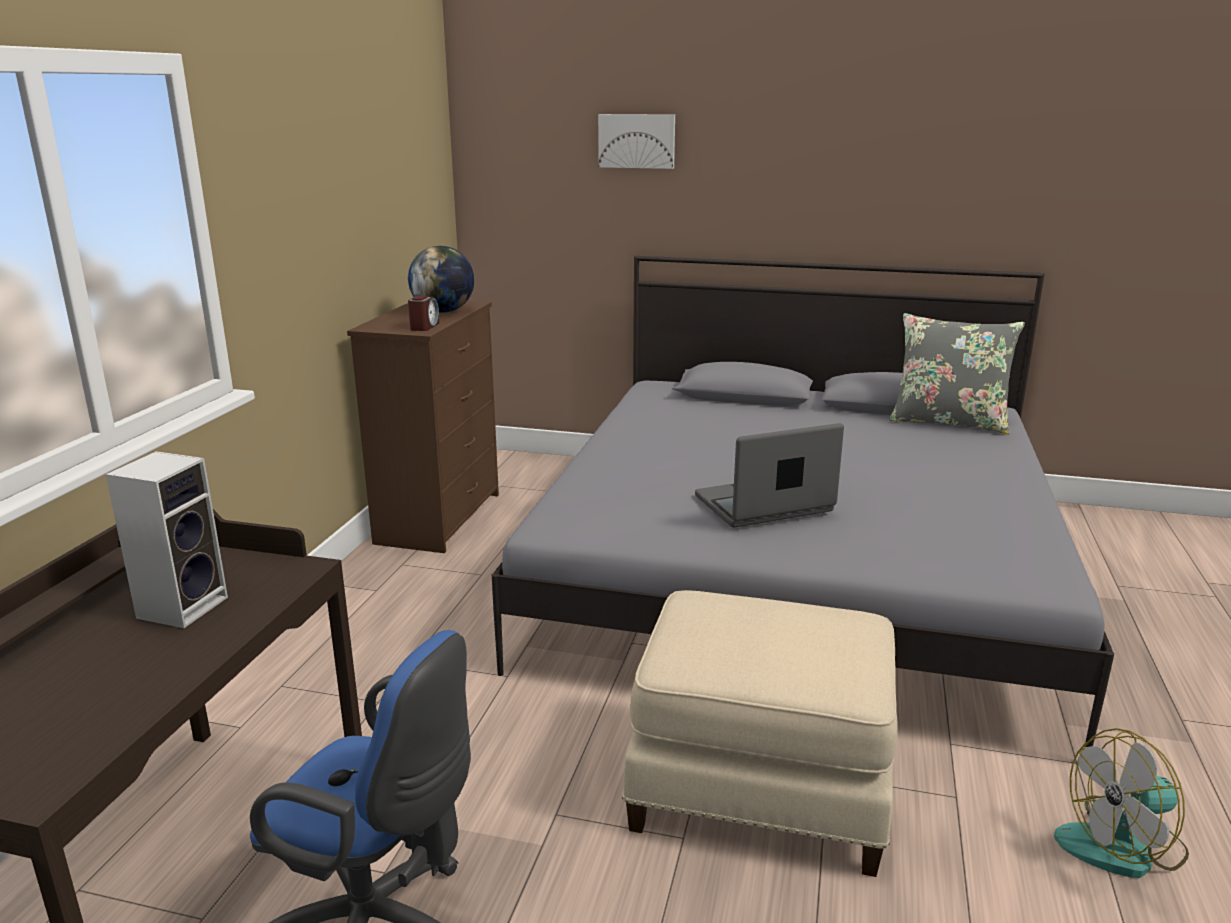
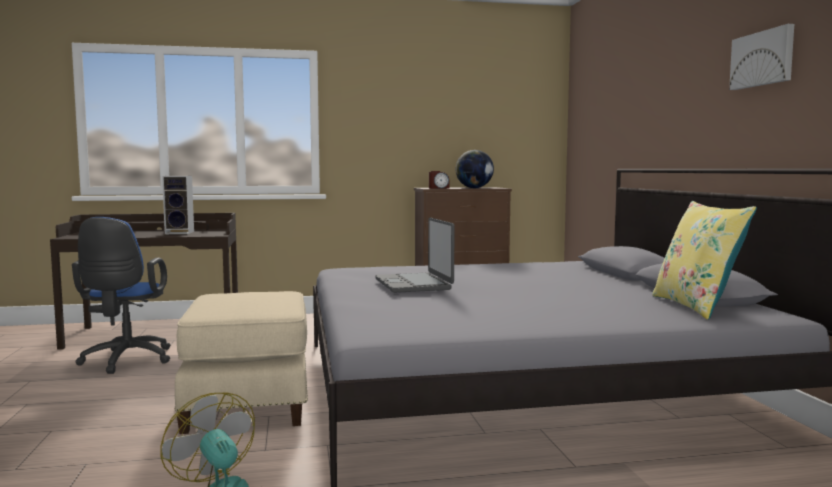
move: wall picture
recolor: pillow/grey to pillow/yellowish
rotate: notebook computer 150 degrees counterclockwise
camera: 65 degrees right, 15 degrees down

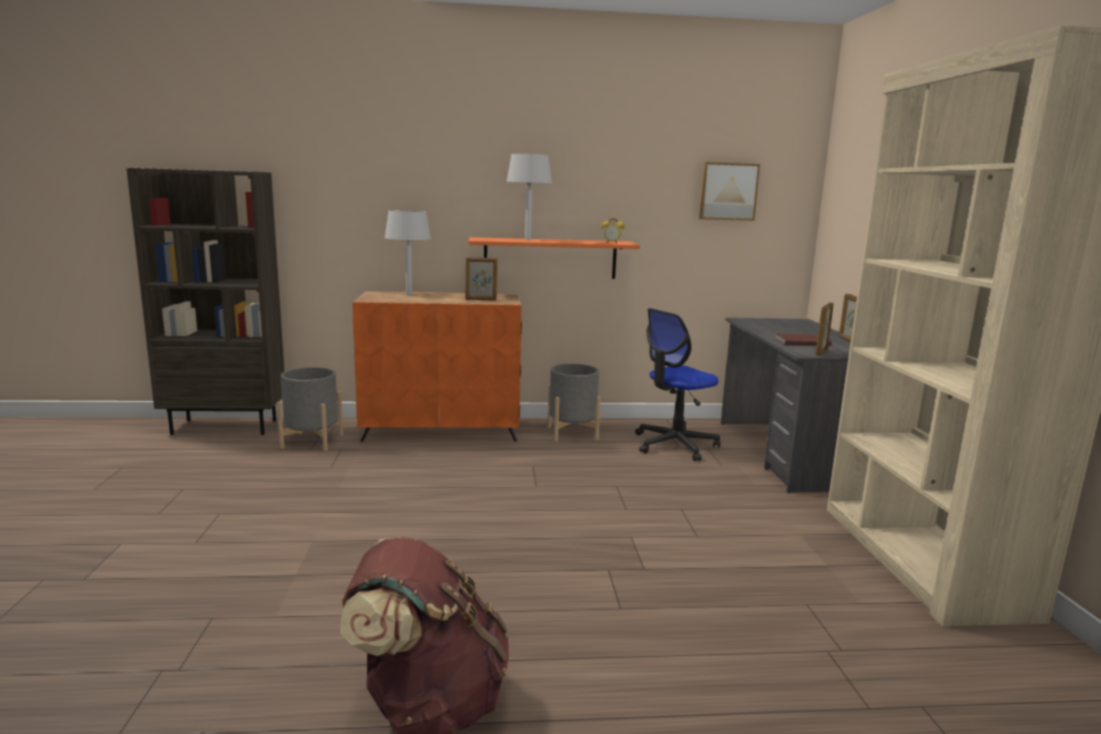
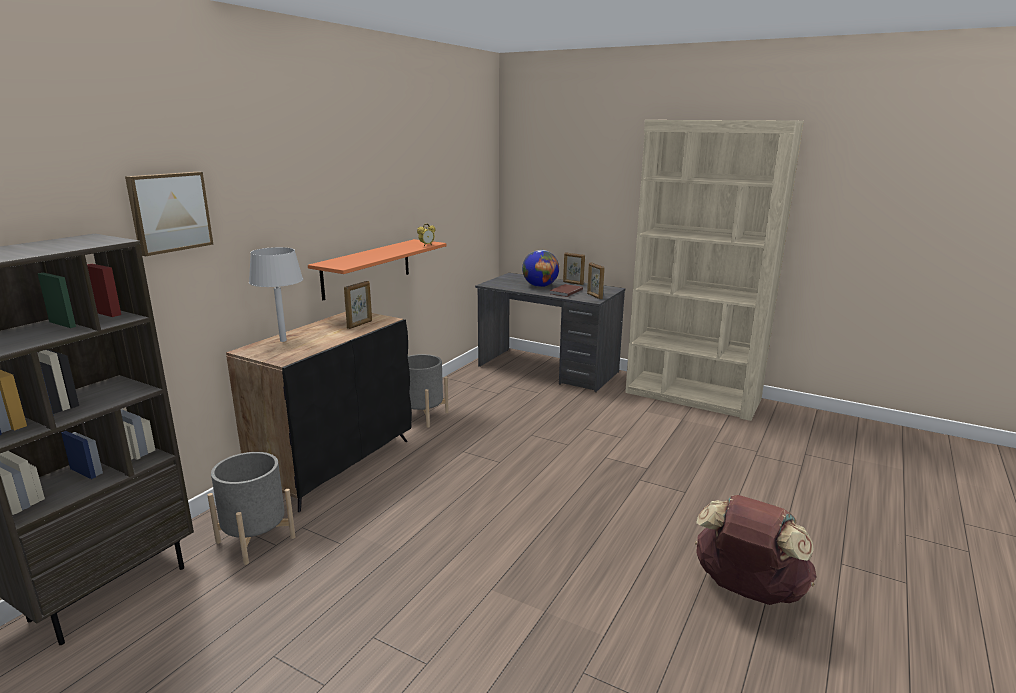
delete: table lamp/grey (2nd from left); office chair
insert: desk globe
move: wall picture
recolor: cabinet/orangey to cabinet/blackish
camera: 55 degrees left, 5 degrees up

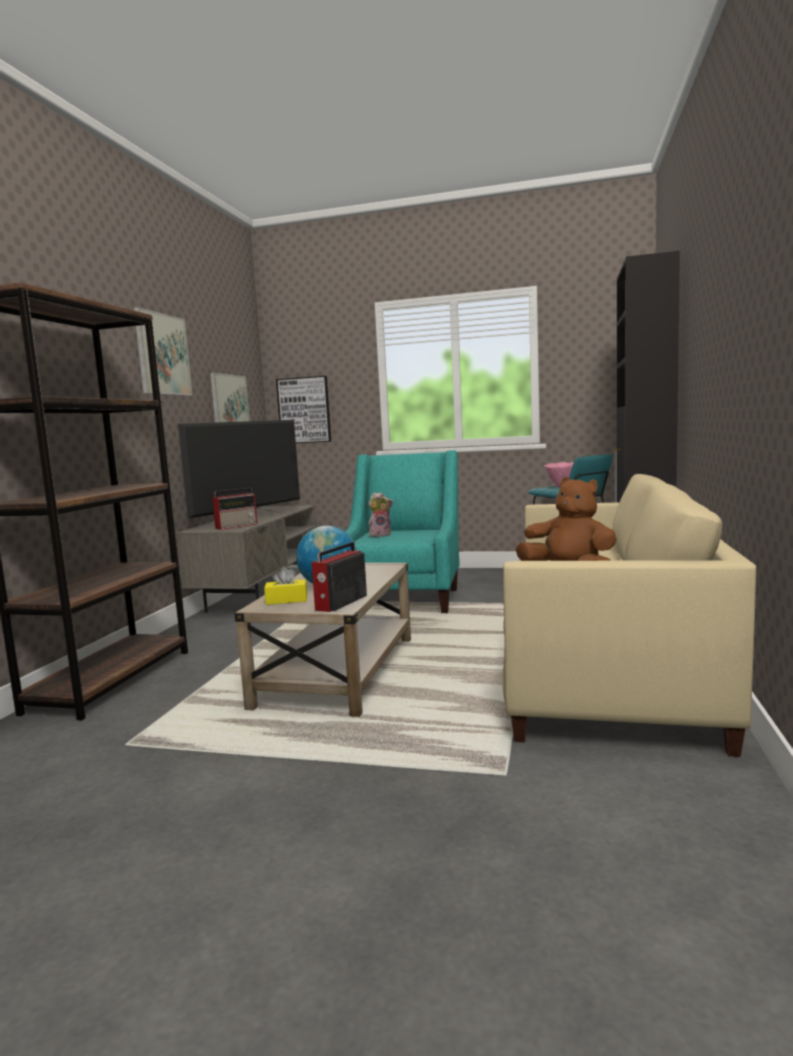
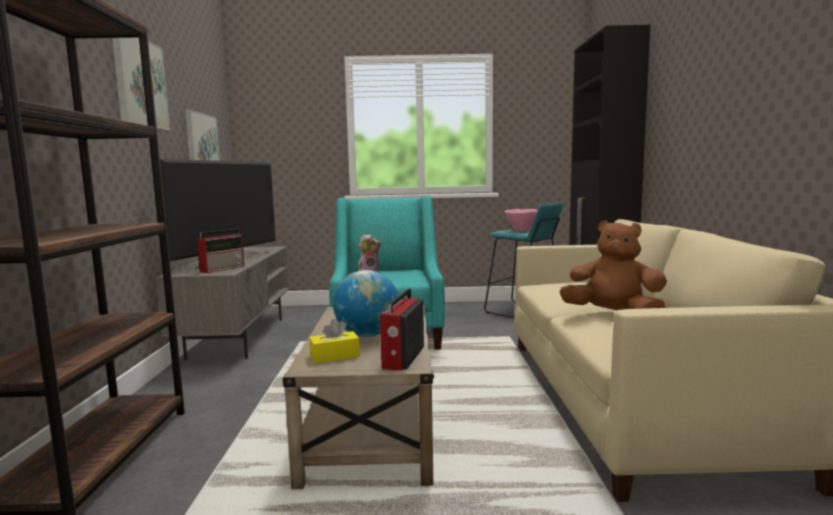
delete: wall picture (3rd from left)
camera: 15 degrees left, 0 degrees up

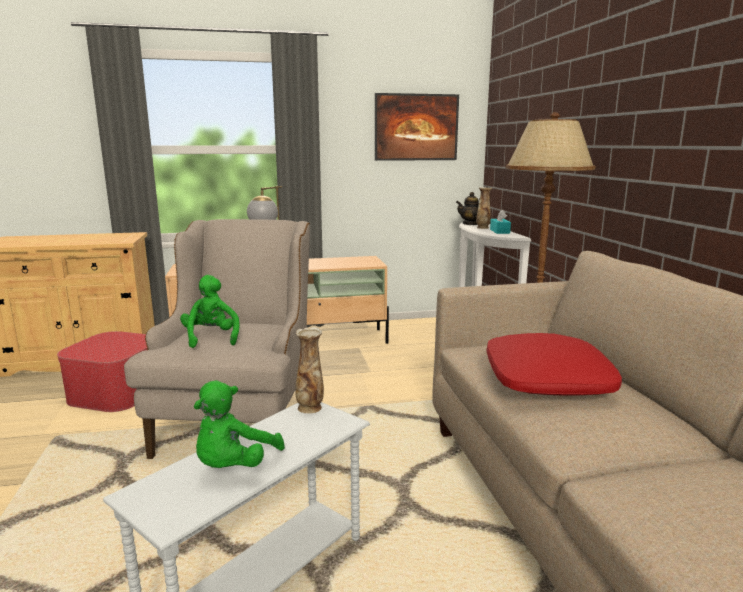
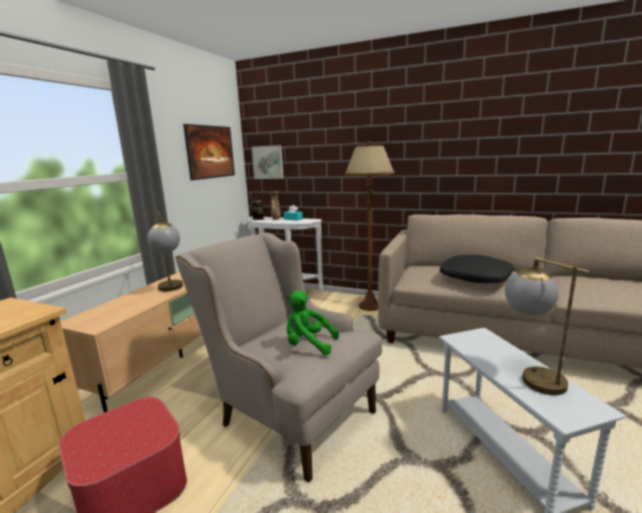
delete: flower vase (1st from left)
insert: wall picture (2nd from left)
replace: plush toy/greenish (2nd from left) to table lamp (2nd from left)
recolor: pillow/reddish to pillow/blackish
camera: 55 degrees left, 0 degrees up

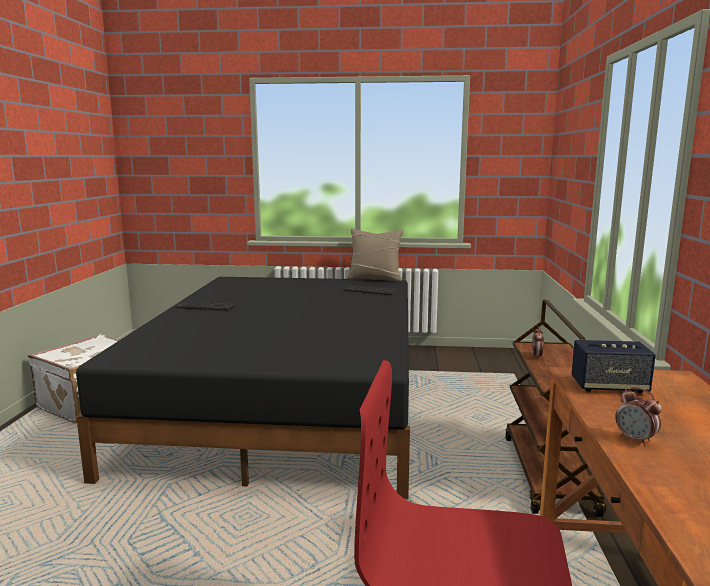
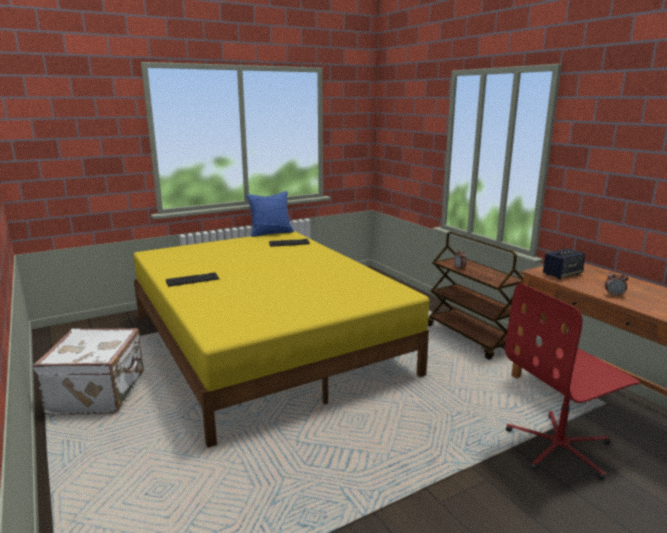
recolor: bed/blackish to bed/yellowish; pillow/sand-coloured to pillow/blue
camera: 35 degrees left, 5 degrees up

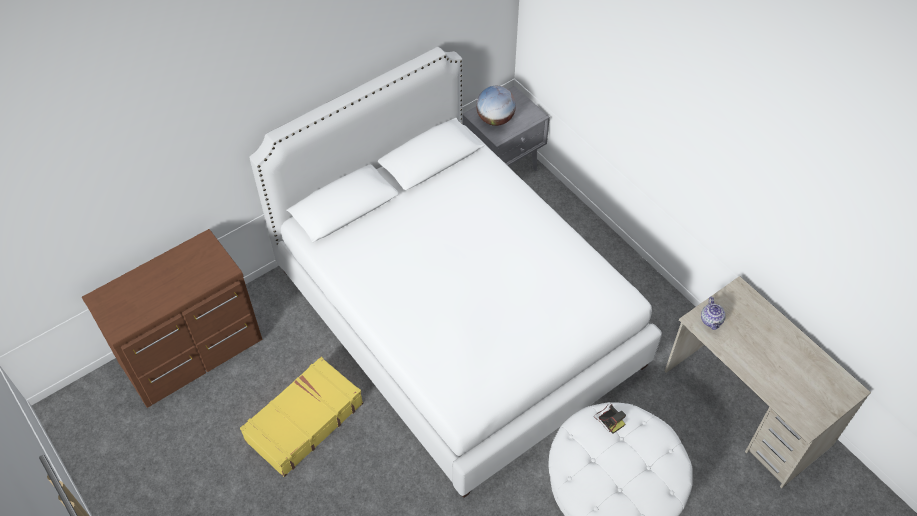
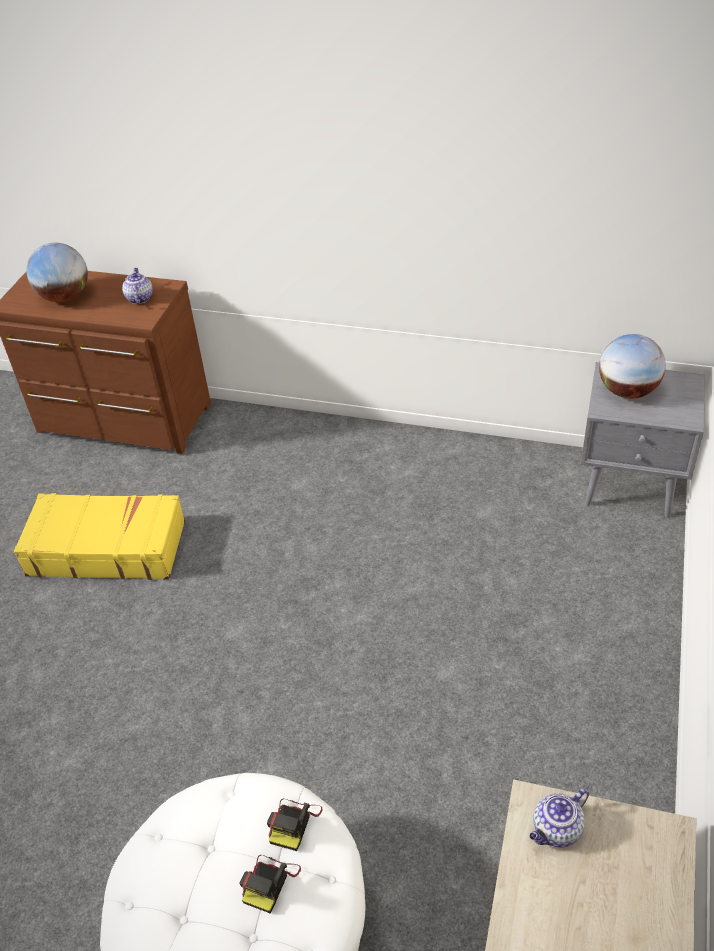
delete: bed/white
insert: desk globe (1st from left); teapot (1st from left); still camera (1st from left)
camera: 55 degrees right, 10 degrees down

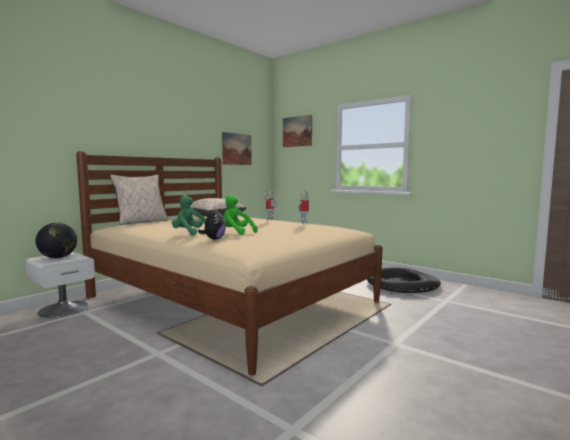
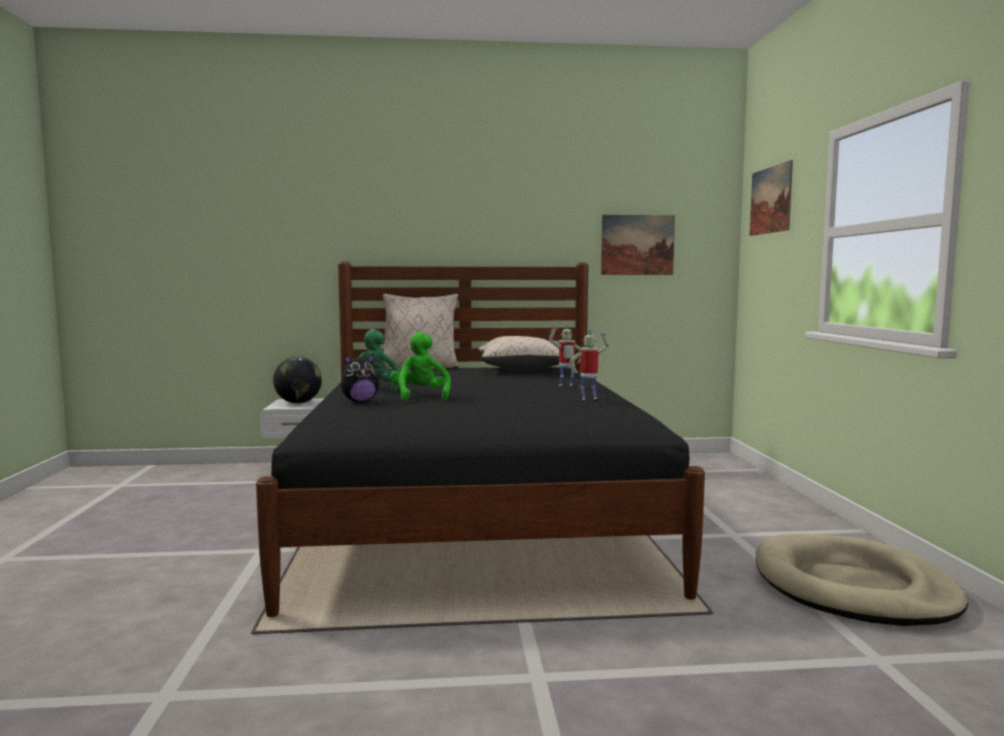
recolor: bed/sand-coloured to bed/blackish; dog bed/blackish to dog bed/sand-coloured
camera: 45 degrees right, 0 degrees up

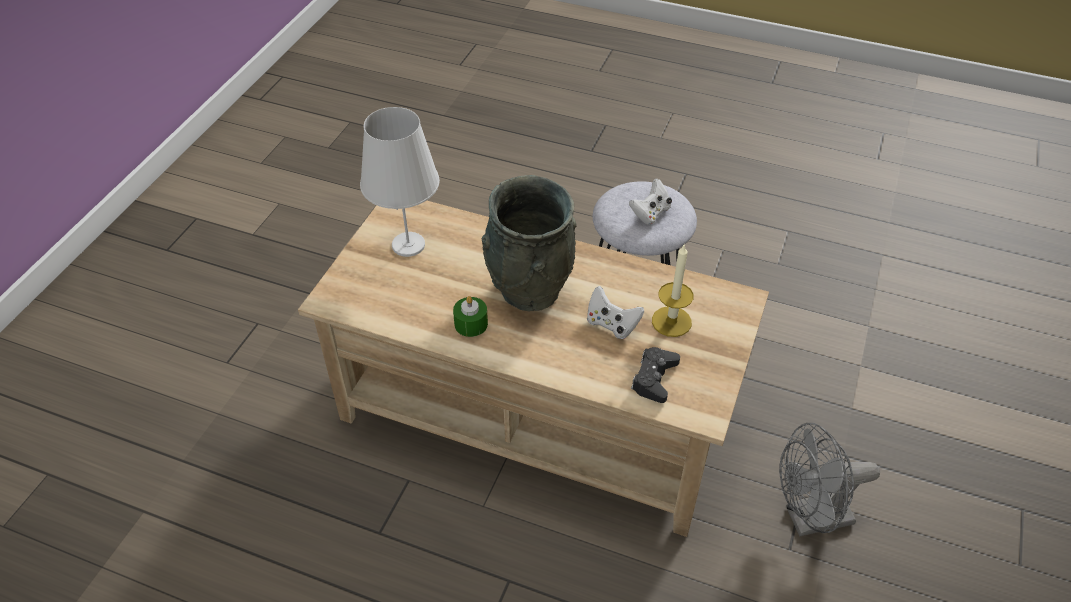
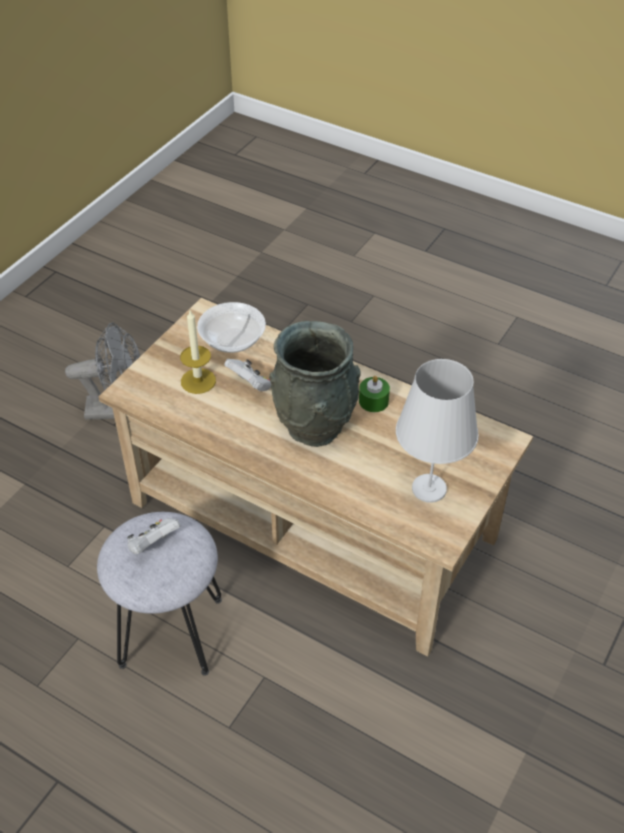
replace: joypad/blackish to deep dish
camera: 170 degrees left, 0 degrees up

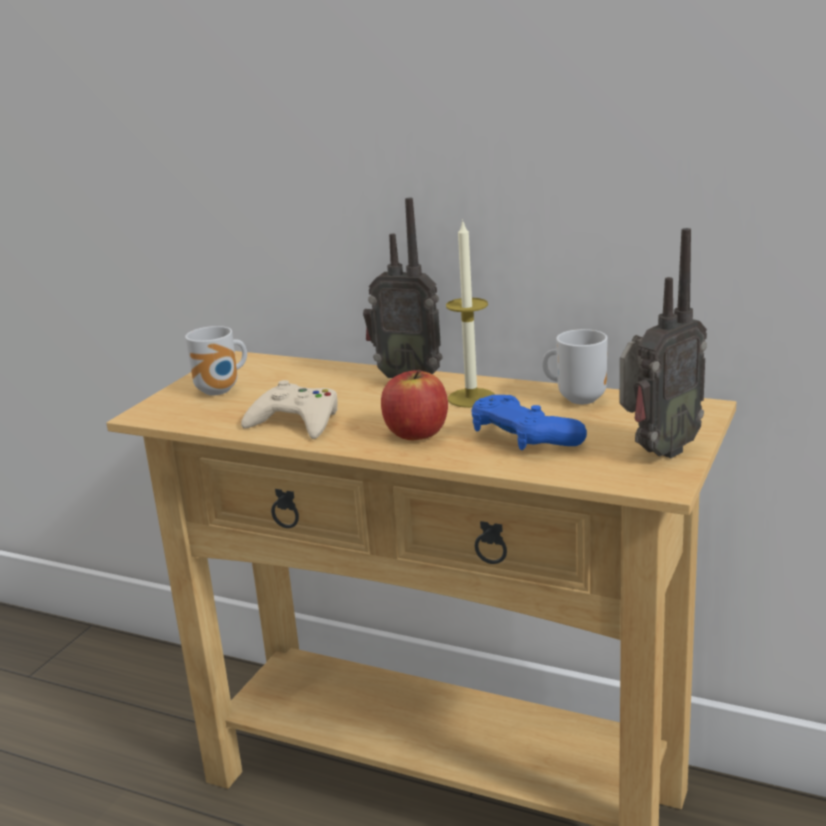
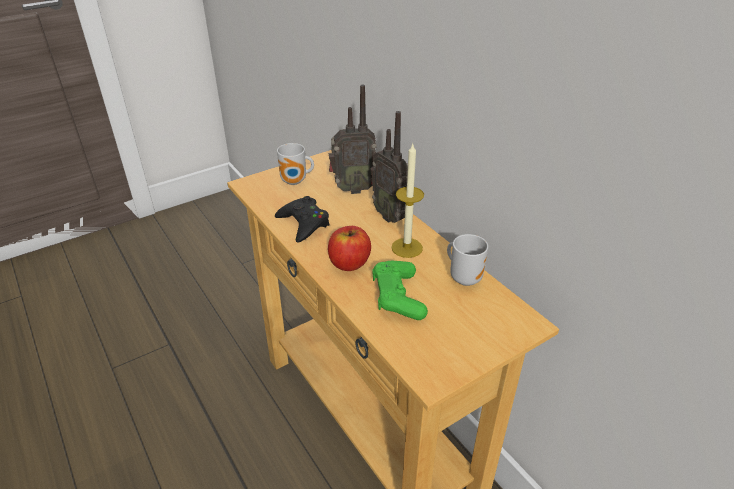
move: radio set (2nd from left in the first image) to radio set (1st from left)
recolor: joypad/sand-coloured to joypad/blackish; joypad/blue to joypad/greenish
camera: 30 degrees right, 15 degrees up

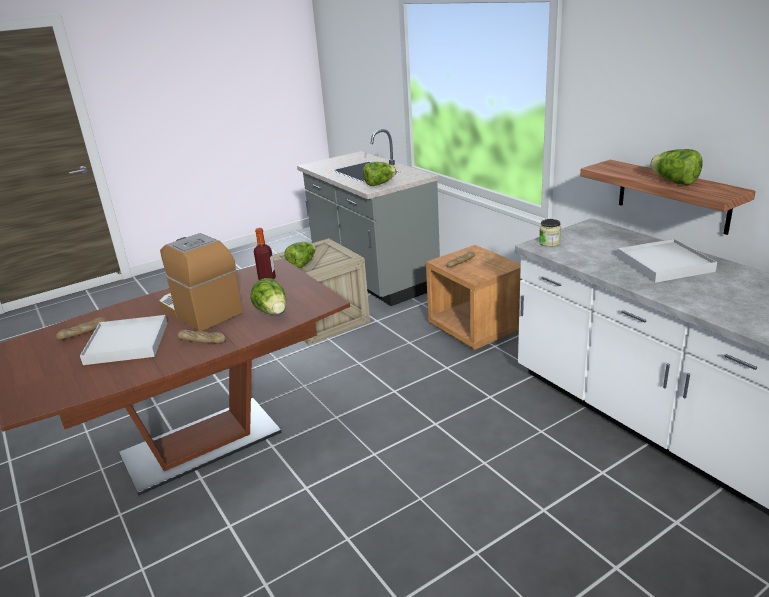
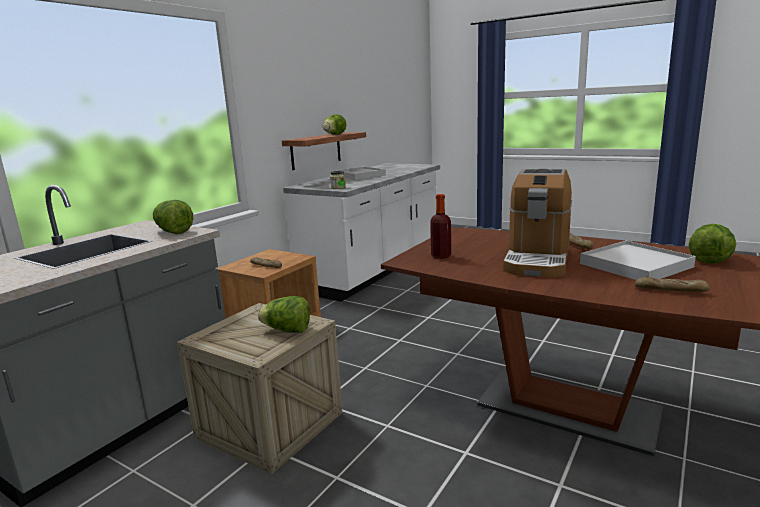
move: lettuce head (1st from left in the first image) to lettuce head (4th from left)
camera: 115 degrees left, 10 degrees down

